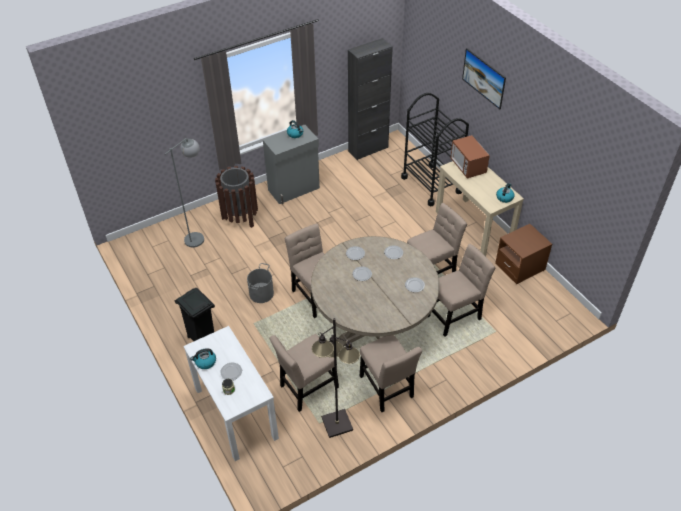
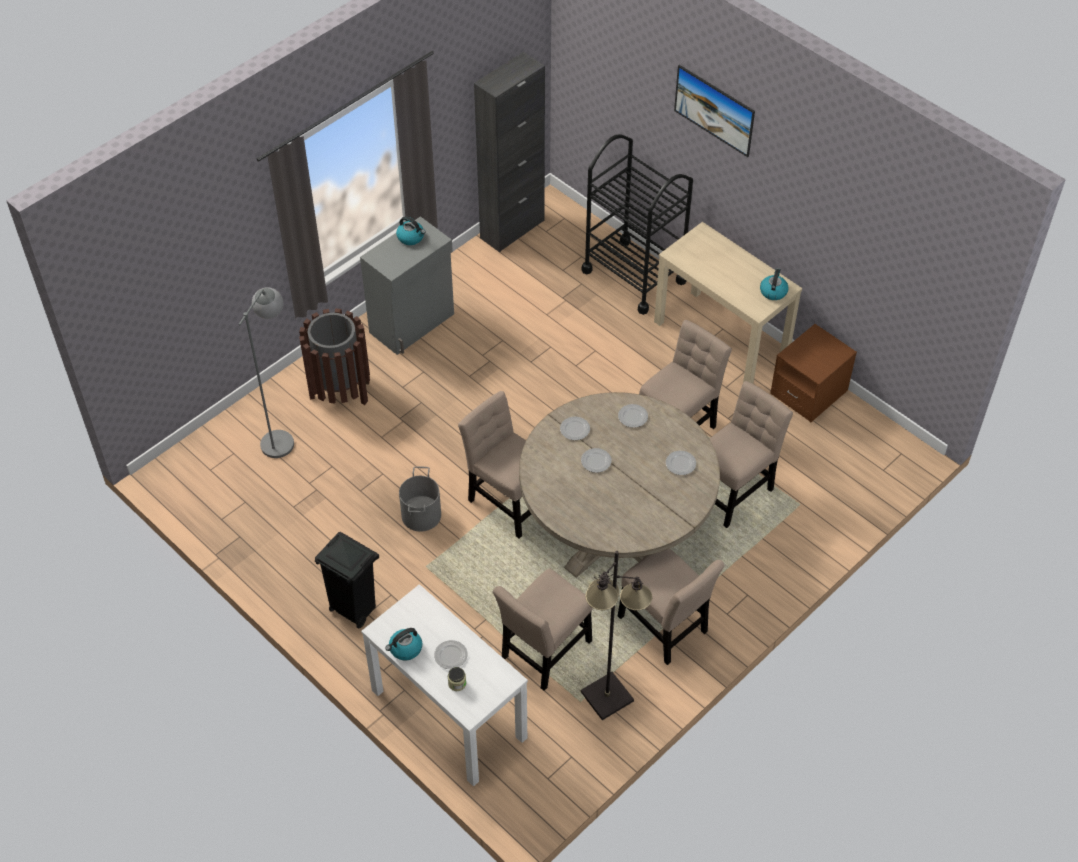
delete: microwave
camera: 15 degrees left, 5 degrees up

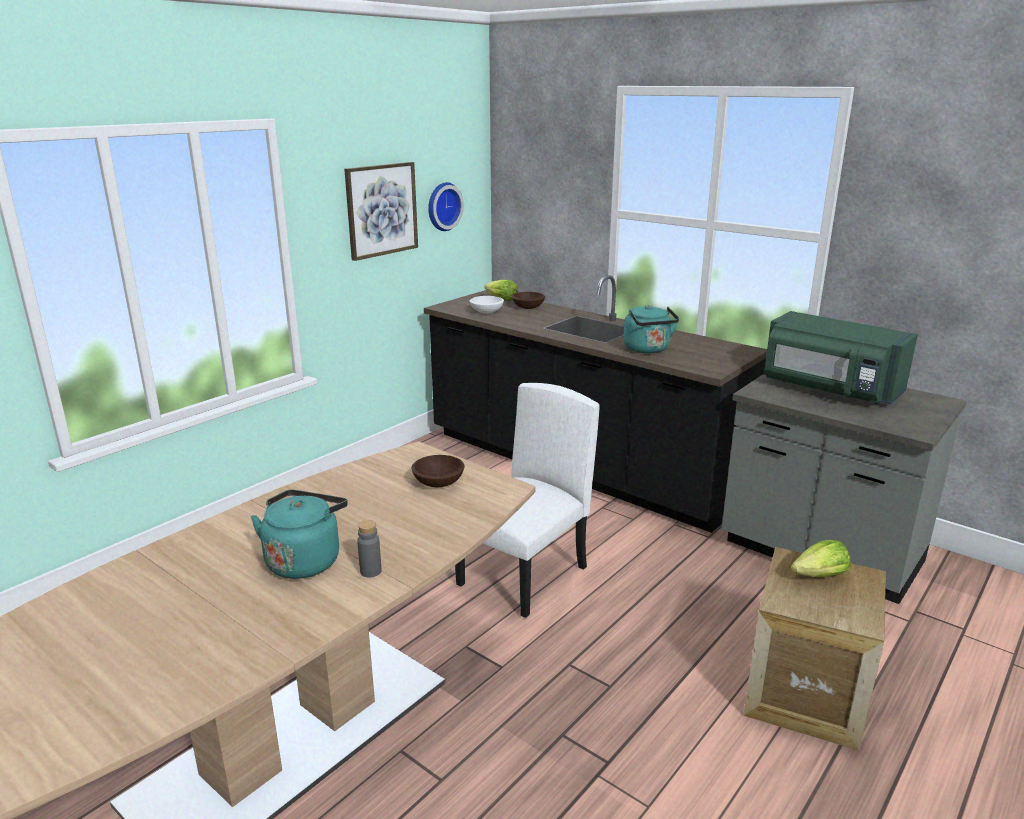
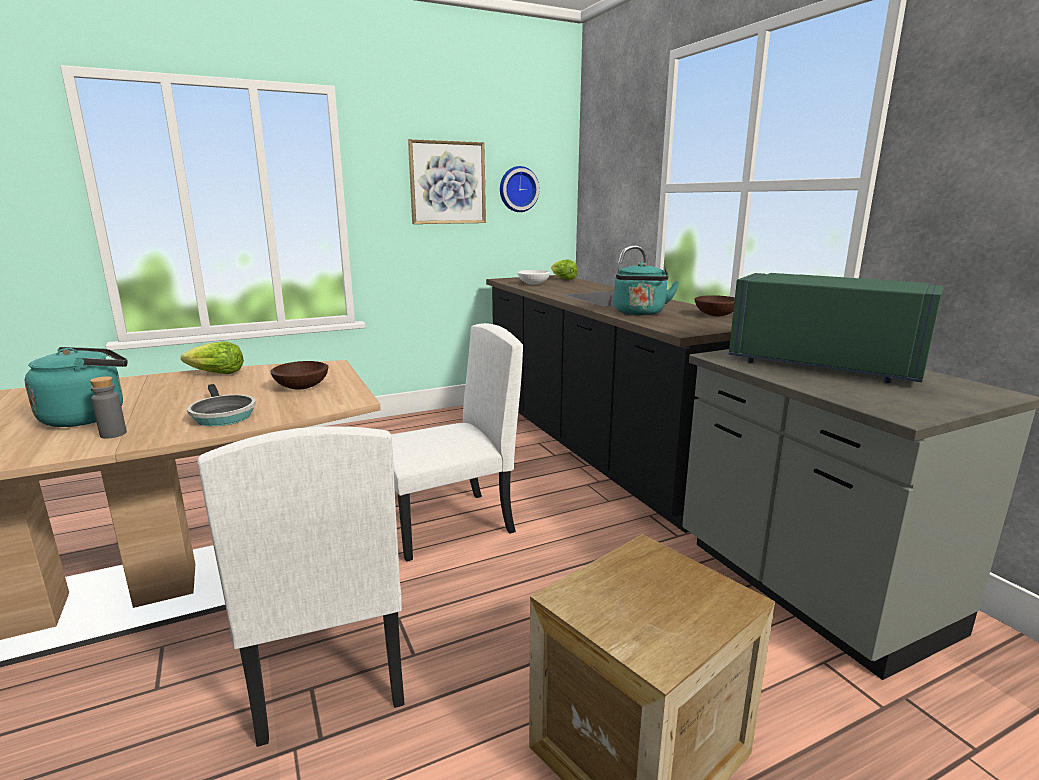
insert: skillet; upright chair/white (1st from left)
move: lettuce head (2nd from left in the first image) to lettuce head (1st from left); deep dish/brown (2nd from left)
rotate: microwave/greenish 150 degrees clockwise
camera: 25 degrees right, 5 degrees down

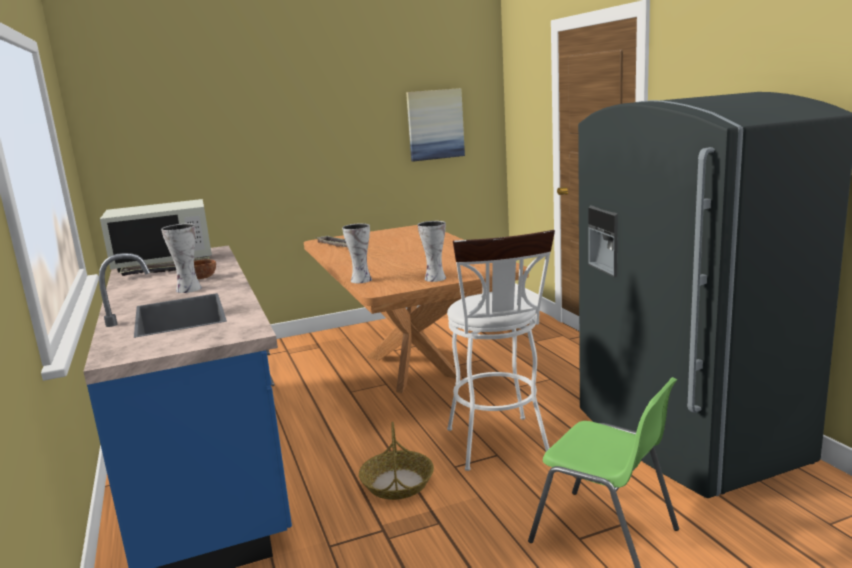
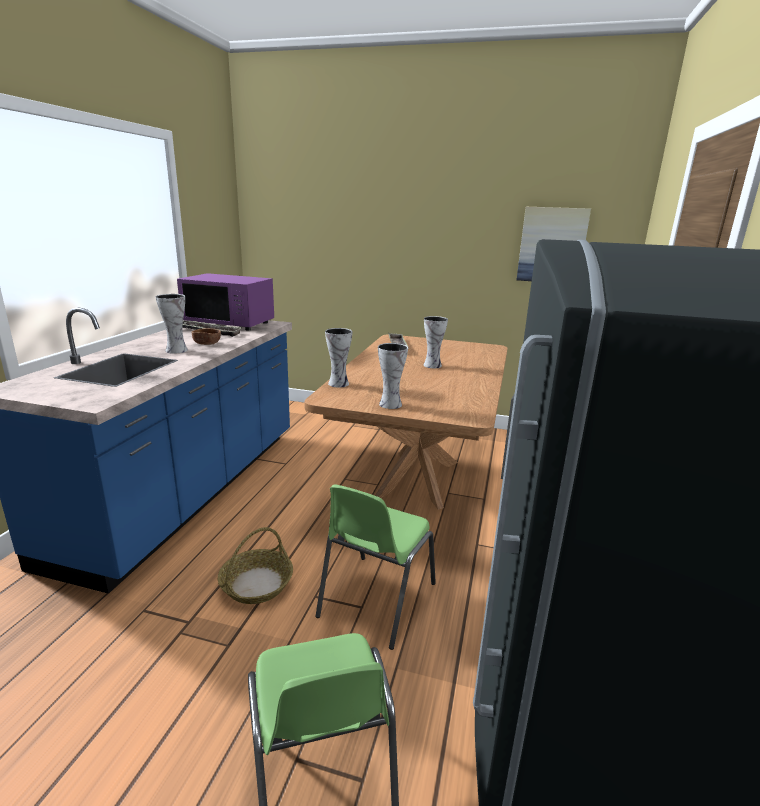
insert: flower vase (4th from left)
replace: stool seat/white to upright chair/greenish (2nd from left)
recolor: microwave/white to microwave/purplish
camera: 35 degrees right, 5 degrees up

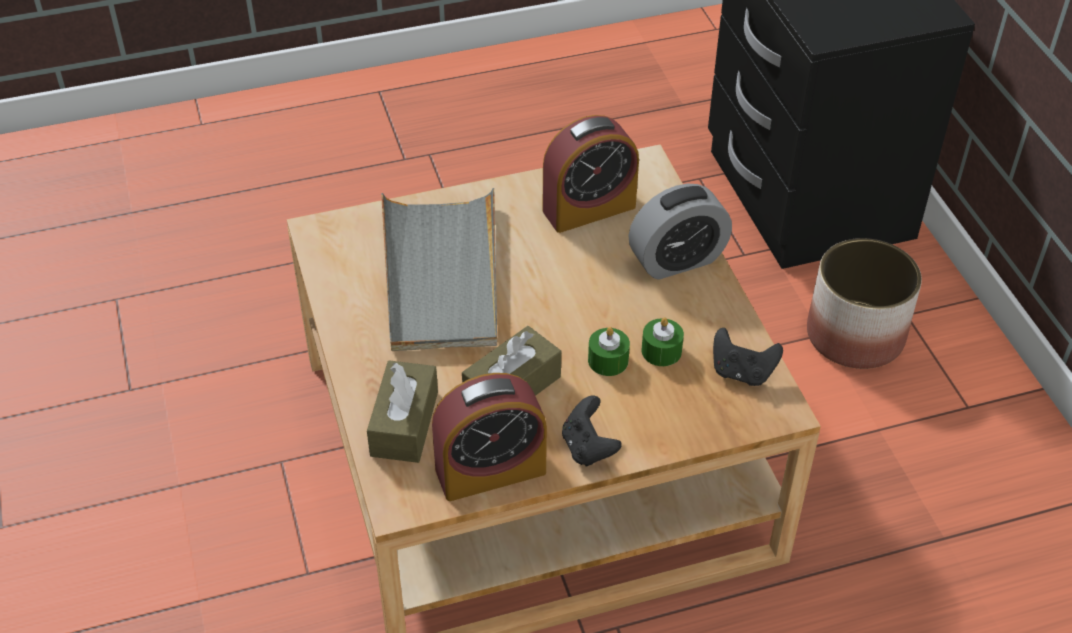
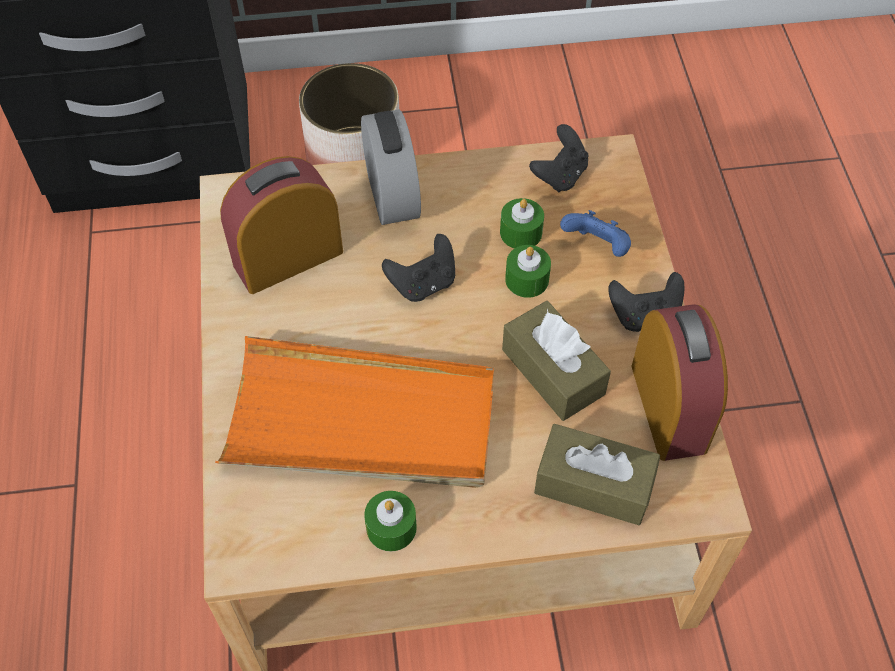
insert: wax candle/greenish (1st from left); joypad/blackish (1st from left); joypad/blue
recolor: carrying tray/grey to carrying tray/orangey
rotate: table clock (2nd from left in the first image) 105 degrees counterclockwise
camera: 80 degrees left, 10 degrees up

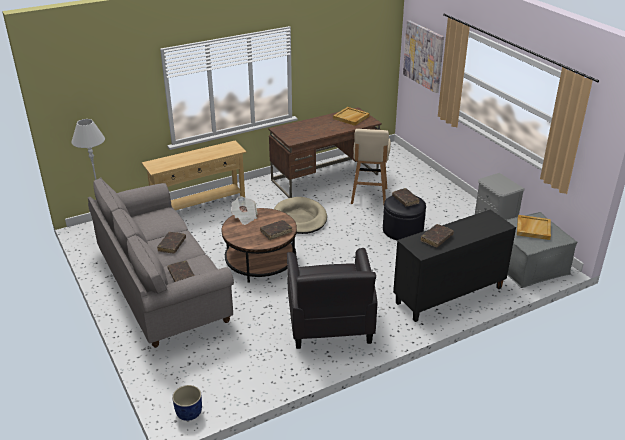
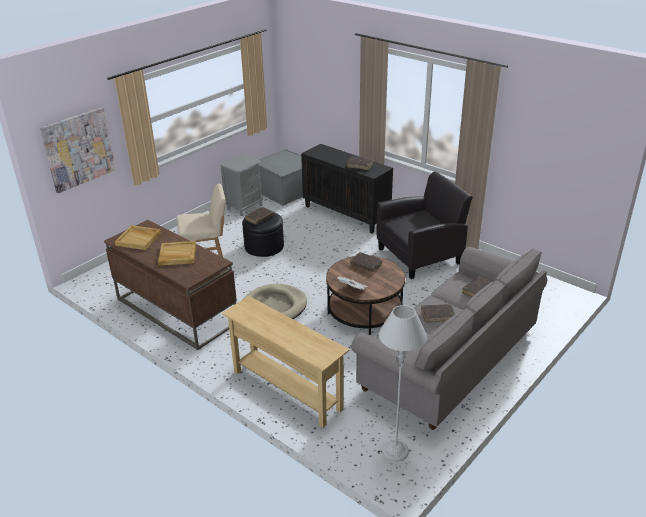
delete: flower pot/blue
move: carrying tray/sand-coloured (2nd from left)
camera: 110 degrees left, 0 degrees up

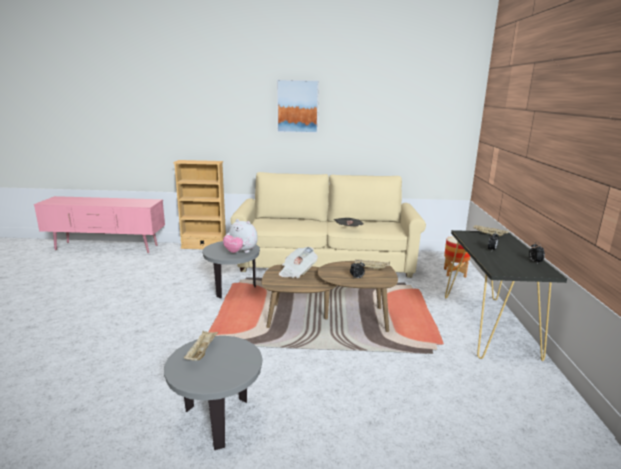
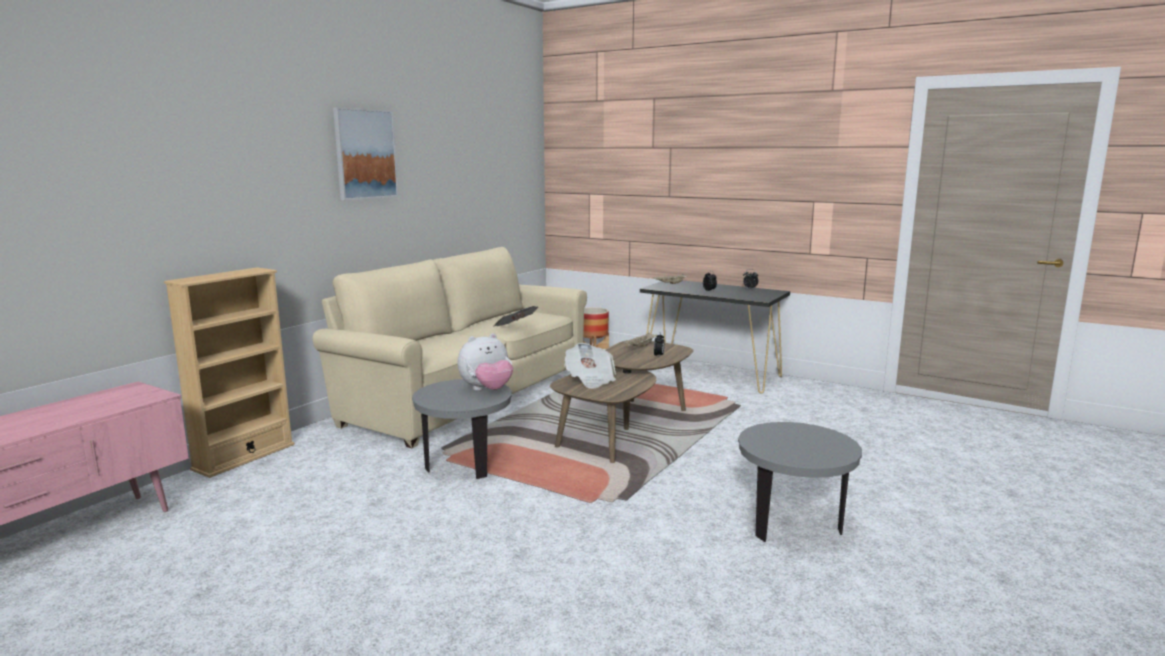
delete: carrying tray/sand-coloured (1st from left)
camera: 60 degrees left, 5 degrees down

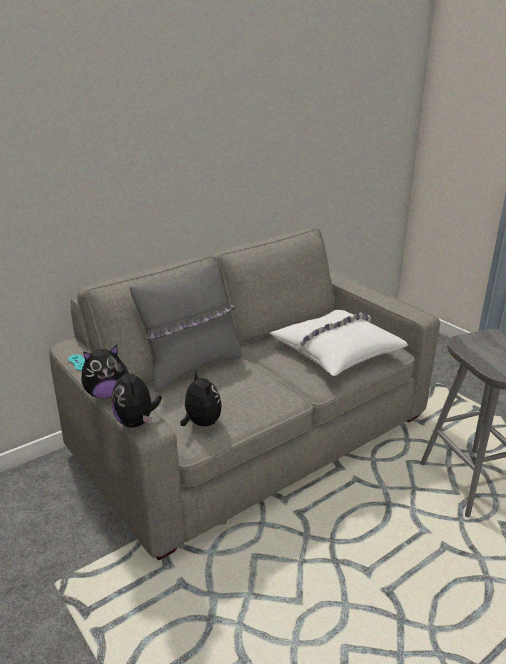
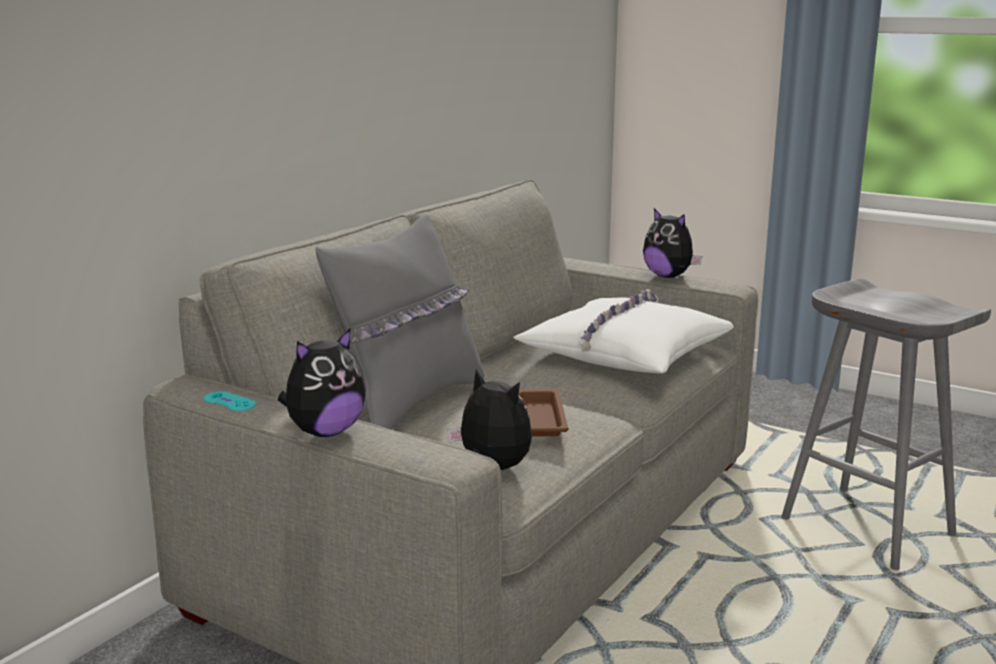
insert: carrying tray/brown
move: plush toy (2nd from left in the first image) to plush toy (3rd from left)
camera: 20 degrees left, 10 degrees down

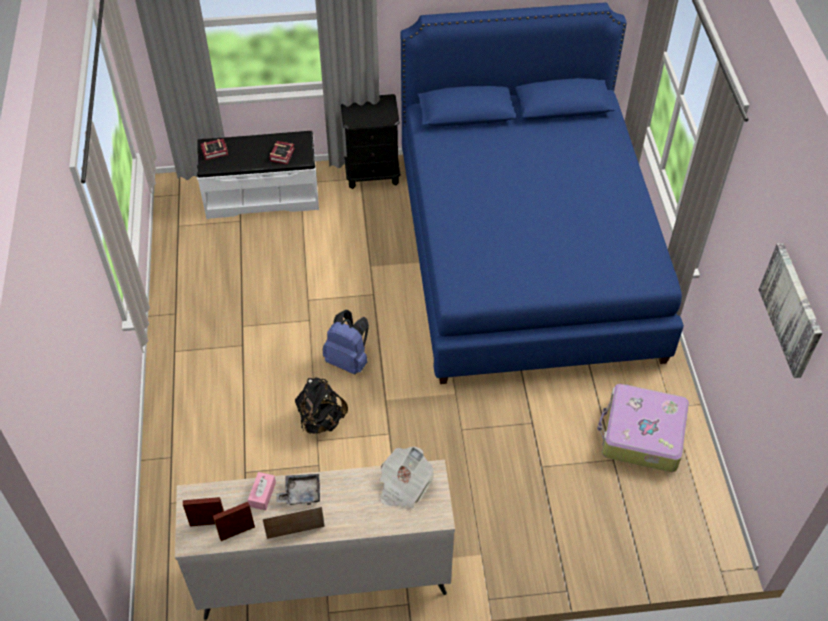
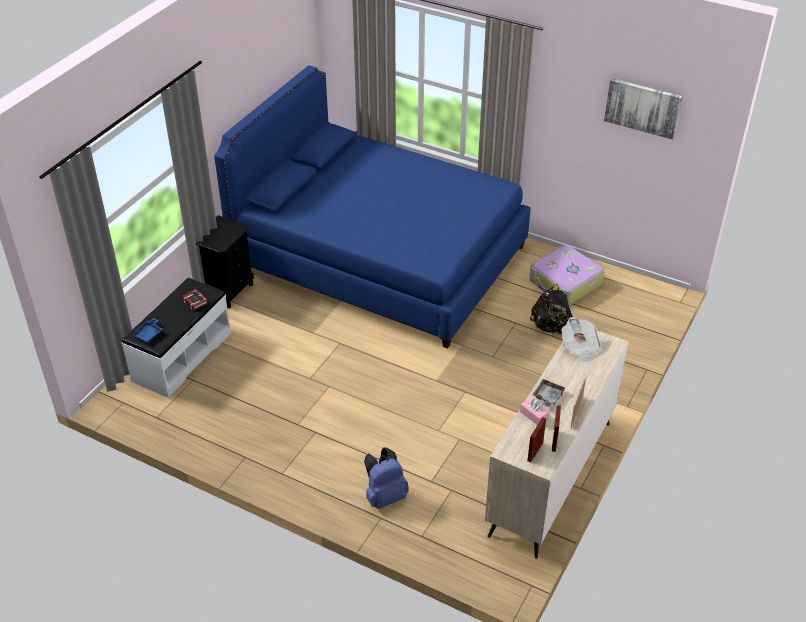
move: knapsack/blue; knapsack/blackish
replace: bound book (1st from left) to carrying tray/blue
camera: 55 degrees left, 10 degrees down

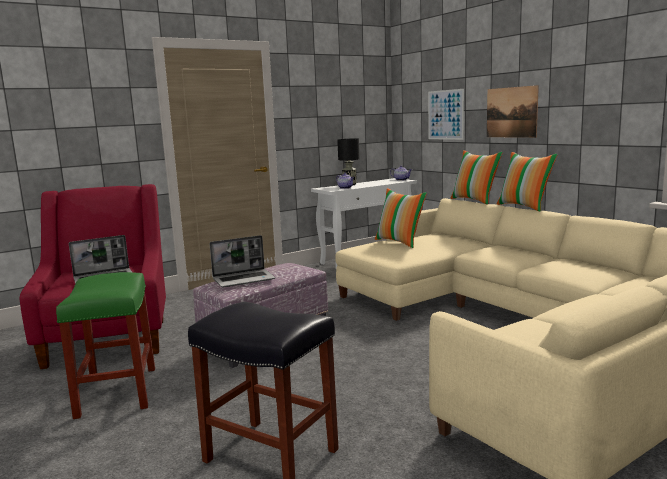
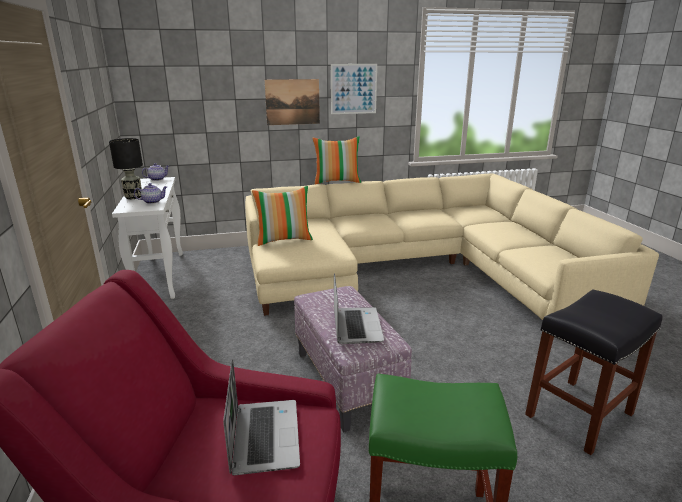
delete: pillow (2nd from left)
move: wall picture (1st from left in the first image) to wall picture (2nd from left)
camera: 70 degrees left, 10 degrees up

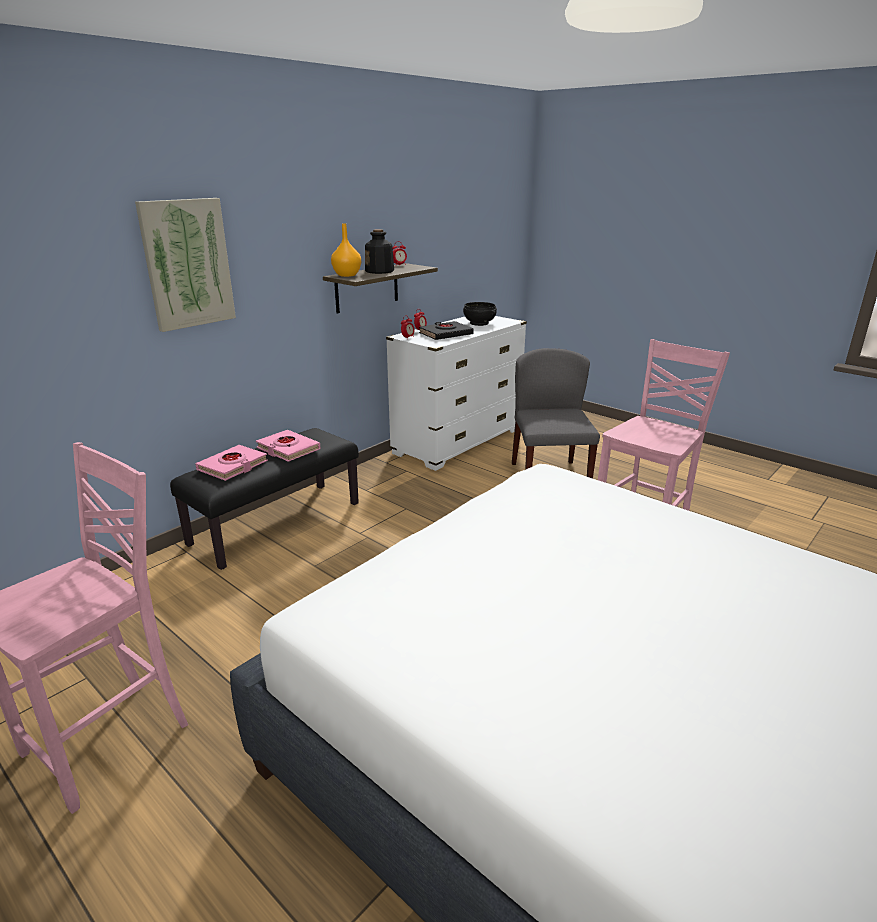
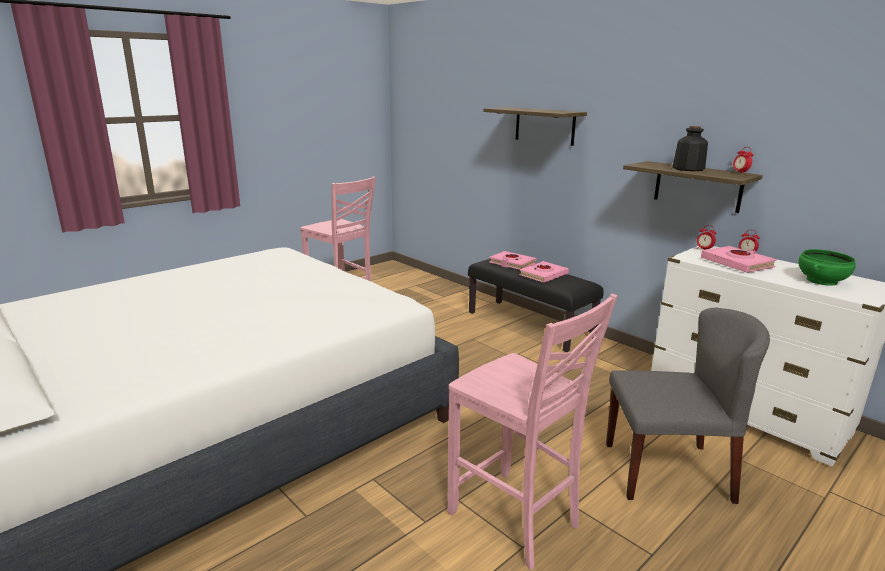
delete: flower vase/orangey
replace: wall picture to bracket shelf (1st from left)
recolor: bound book/blackish to bound book/pink (3rd from left); deep dish/blackish to deep dish/greenish
camera: 95 degrees right, 5 degrees down

